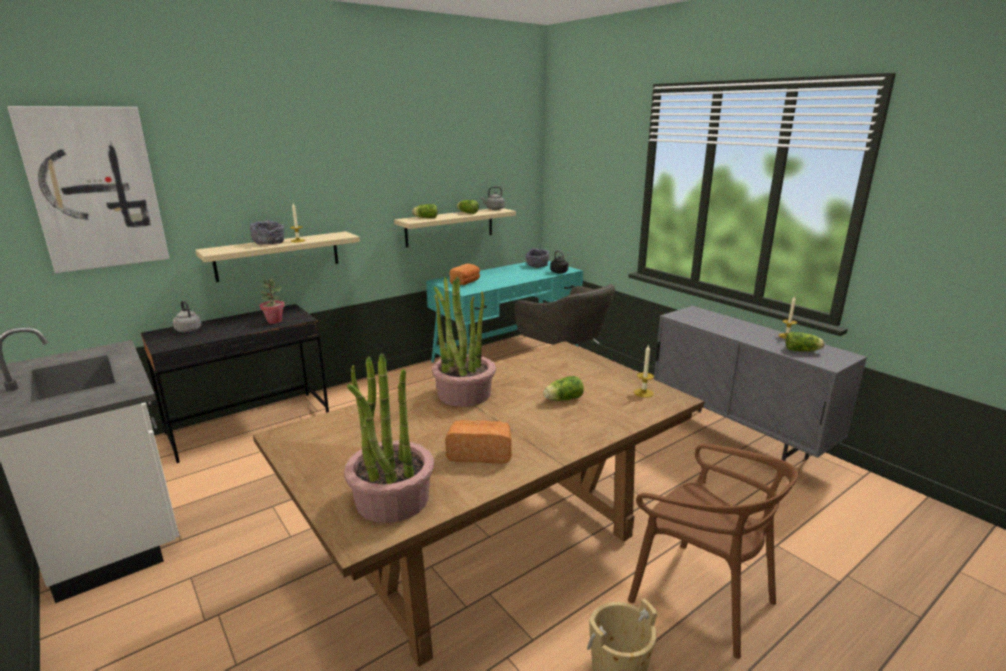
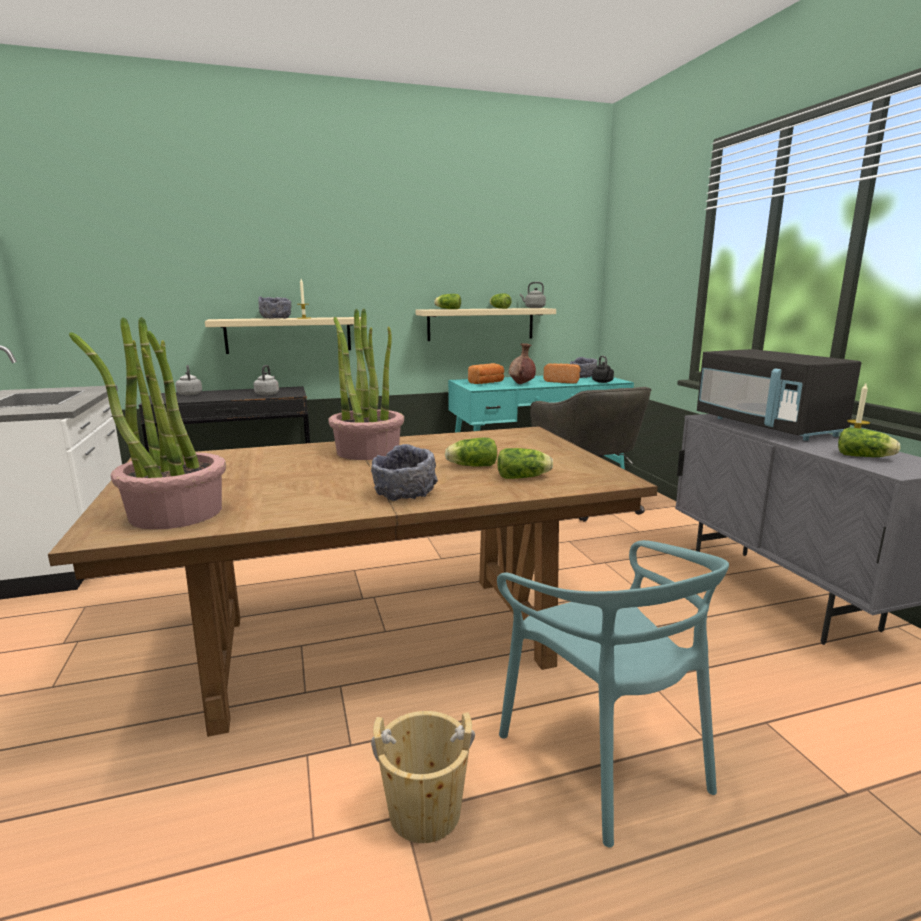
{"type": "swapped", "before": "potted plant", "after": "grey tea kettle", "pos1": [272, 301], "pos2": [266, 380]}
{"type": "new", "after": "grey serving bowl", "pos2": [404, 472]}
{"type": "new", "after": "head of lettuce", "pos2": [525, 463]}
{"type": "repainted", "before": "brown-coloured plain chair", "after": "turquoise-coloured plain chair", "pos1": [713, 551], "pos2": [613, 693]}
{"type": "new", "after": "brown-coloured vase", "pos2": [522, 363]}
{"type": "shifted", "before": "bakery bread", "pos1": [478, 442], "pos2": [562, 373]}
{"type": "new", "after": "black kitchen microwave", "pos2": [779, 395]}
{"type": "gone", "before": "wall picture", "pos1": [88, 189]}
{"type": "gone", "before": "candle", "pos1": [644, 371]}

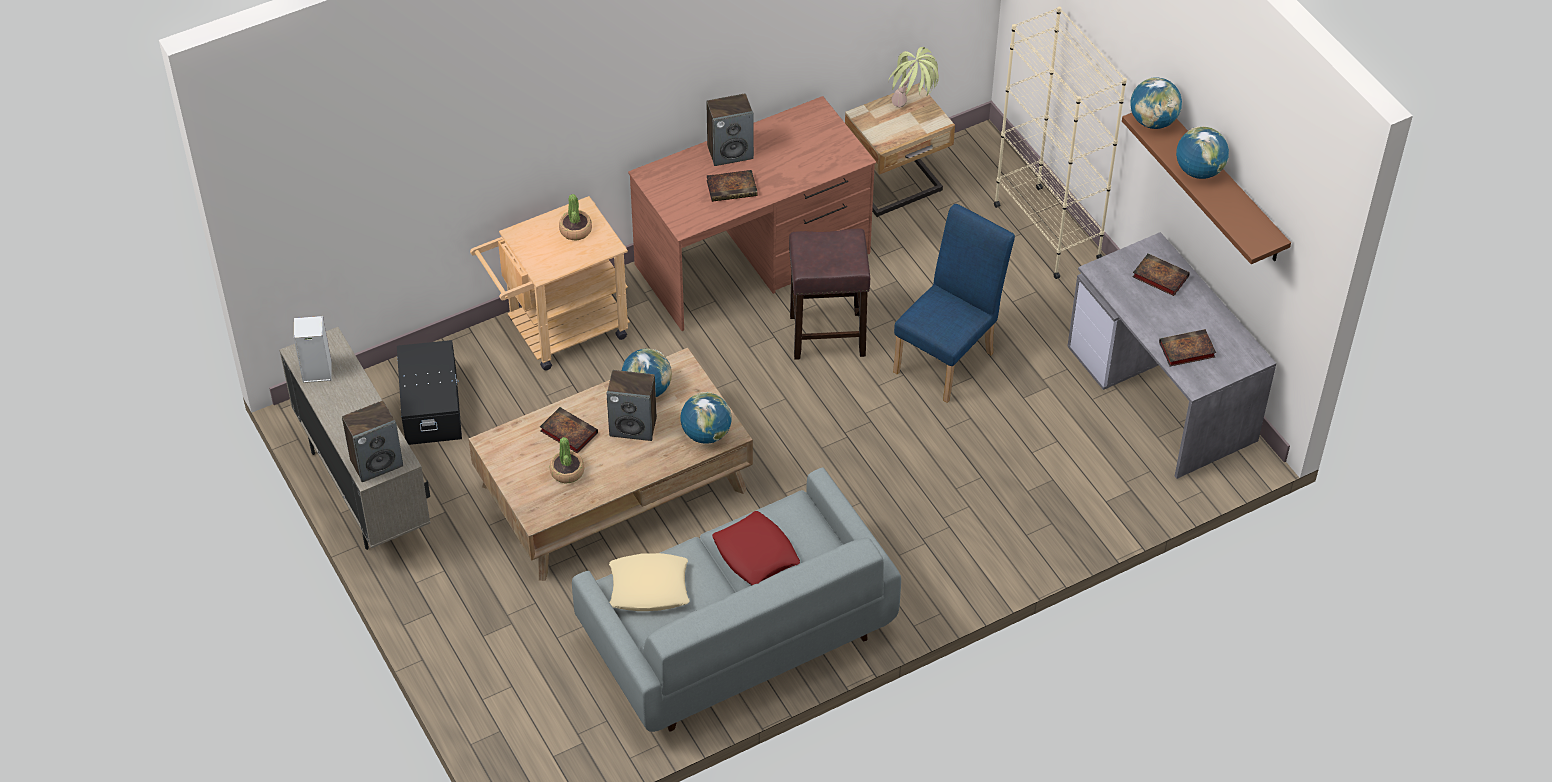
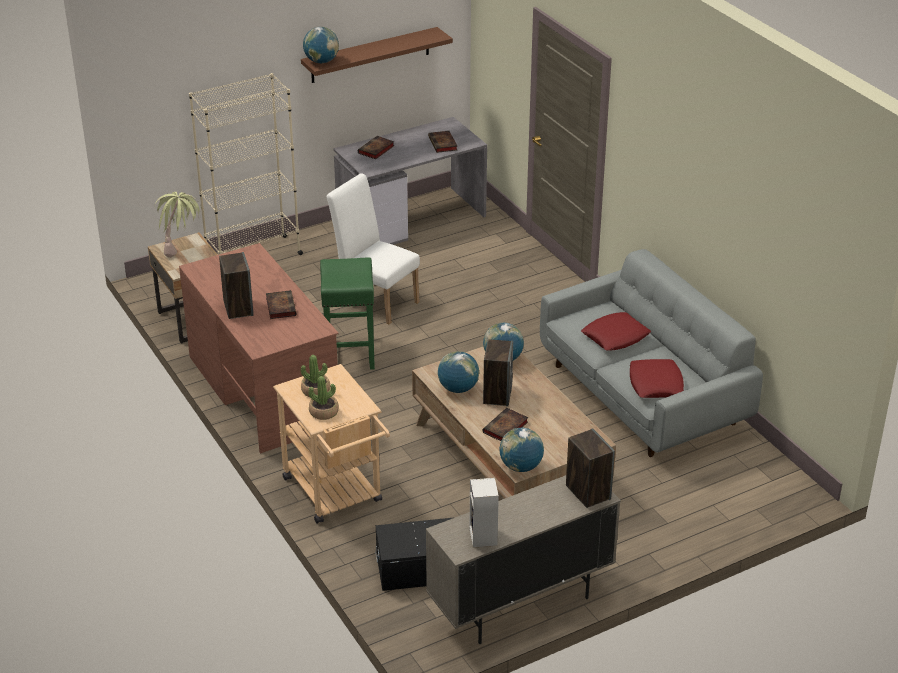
{"type": "shifted", "before": "potted plant", "pos1": [567, 460], "pos2": [323, 398]}
{"type": "repainted", "before": "brown-coloured stool seat", "after": "green stool seat", "pos1": [829, 294], "pos2": [347, 313]}
{"type": "repainted", "before": "blue plain chair", "after": "white-coloured plain chair", "pos1": [954, 303], "pos2": [373, 248]}
{"type": "shifted", "before": "globe", "pos1": [1202, 152], "pos2": [521, 450]}
{"type": "repainted", "before": "beige cushion", "after": "reddish cushion", "pos1": [649, 582], "pos2": [657, 378]}

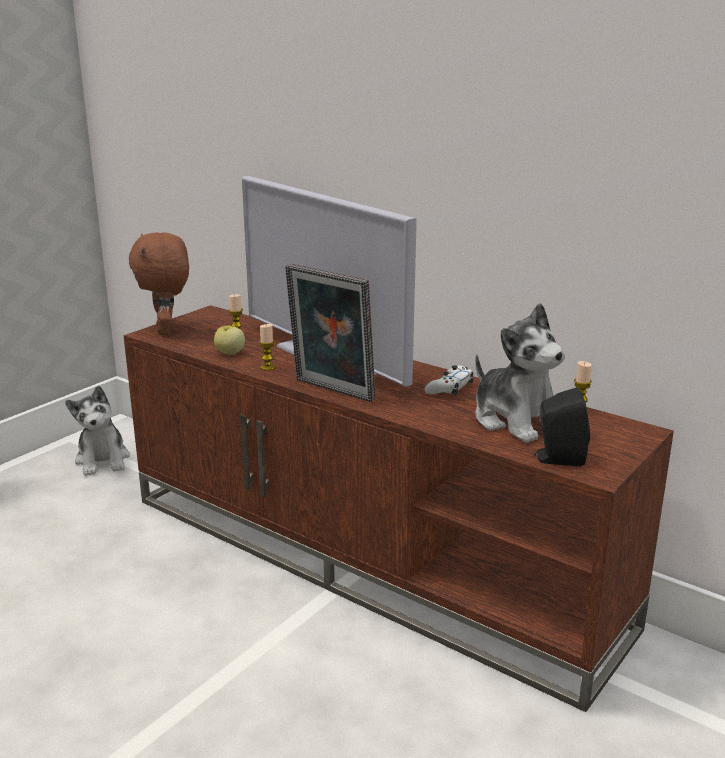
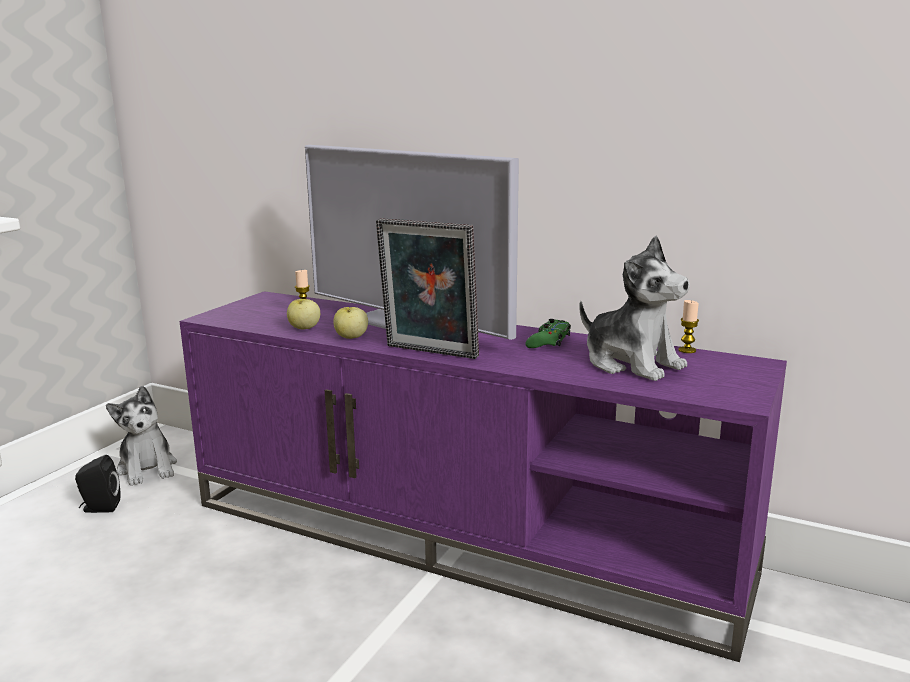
{"type": "shifted", "before": "black speaker", "pos1": [561, 426], "pos2": [98, 484]}
{"type": "repainted", "before": "brown-coloured media console", "after": "purple media console", "pos1": [399, 508], "pos2": [483, 476]}
{"type": "swapped", "before": "candle", "after": "apple", "pos1": [267, 347], "pos2": [350, 323]}
{"type": "repainted", "before": "white-coloured gamepad", "after": "green gamepad", "pos1": [449, 380], "pos2": [548, 333]}
{"type": "gone", "before": "brown-coloured cuddly toy", "pos1": [159, 283]}

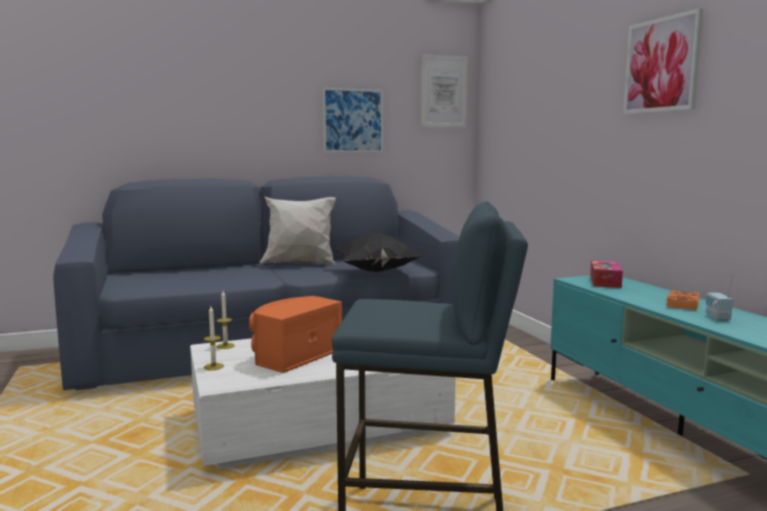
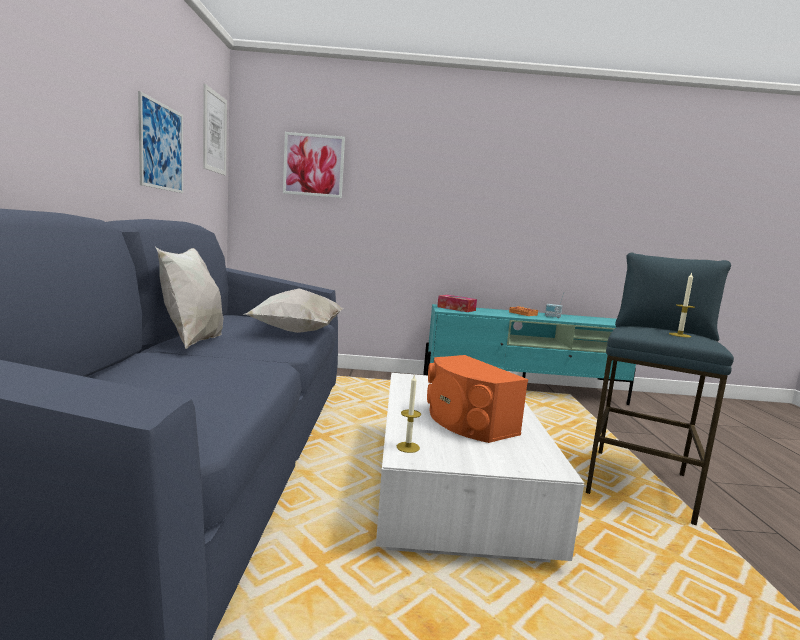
{"type": "repainted", "before": "black cushion", "after": "white-coloured cushion", "pos1": [377, 252], "pos2": [294, 311]}
{"type": "shifted", "before": "wall picture", "pos1": [663, 61], "pos2": [314, 165]}
{"type": "shifted", "before": "candle", "pos1": [214, 338], "pos2": [682, 305]}

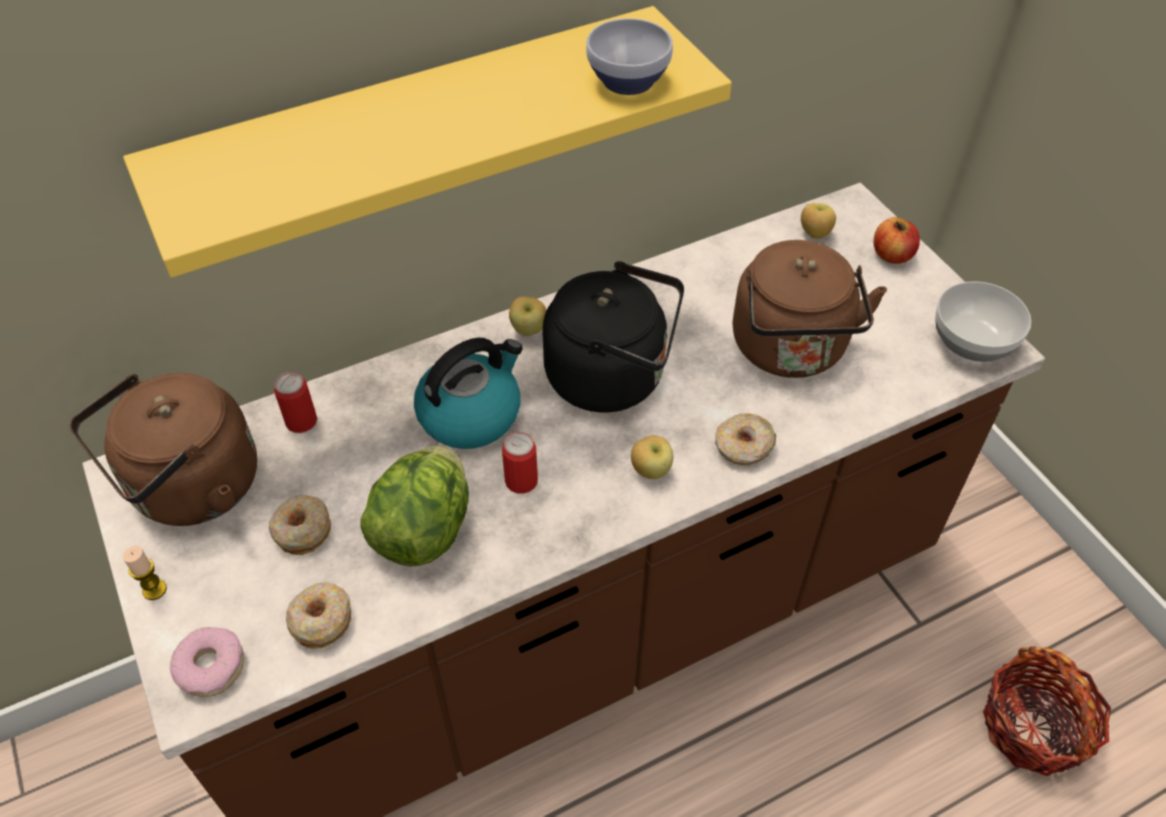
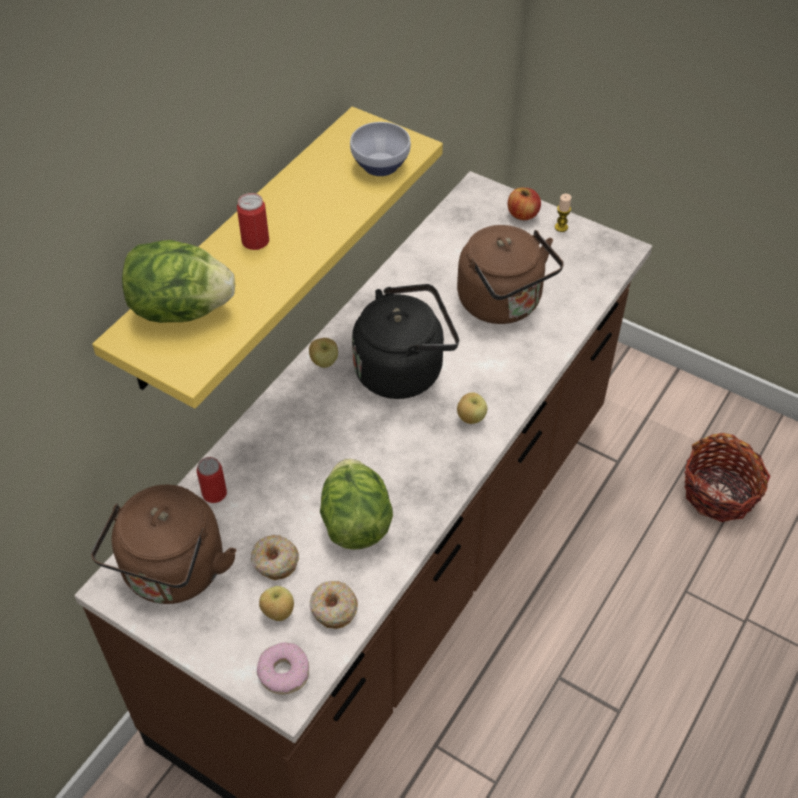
{"type": "new", "after": "head of lettuce", "pos2": [178, 281]}
{"type": "shifted", "before": "metal can", "pos1": [520, 462], "pos2": [253, 221]}
{"type": "shifted", "before": "apple", "pos1": [818, 221], "pos2": [276, 603]}
{"type": "shifted", "before": "candle", "pos1": [145, 573], "pos2": [563, 213]}
{"type": "gone", "before": "tea kettle", "pos1": [468, 393]}
{"type": "gone", "before": "donut", "pos1": [745, 439]}
{"type": "gone", "before": "serving bowl", "pos1": [983, 321]}

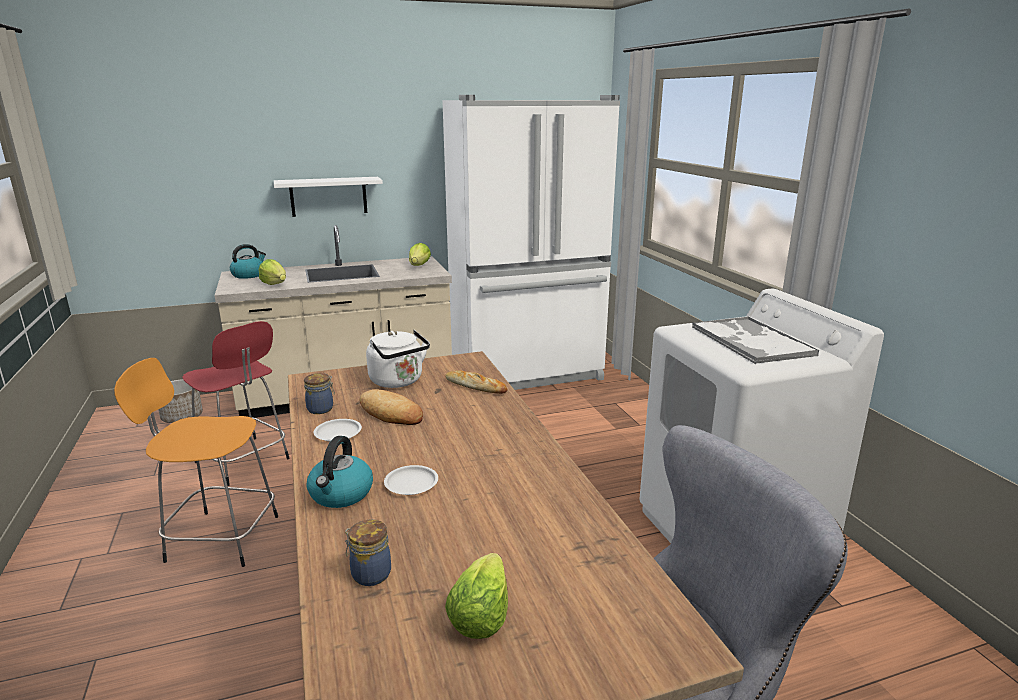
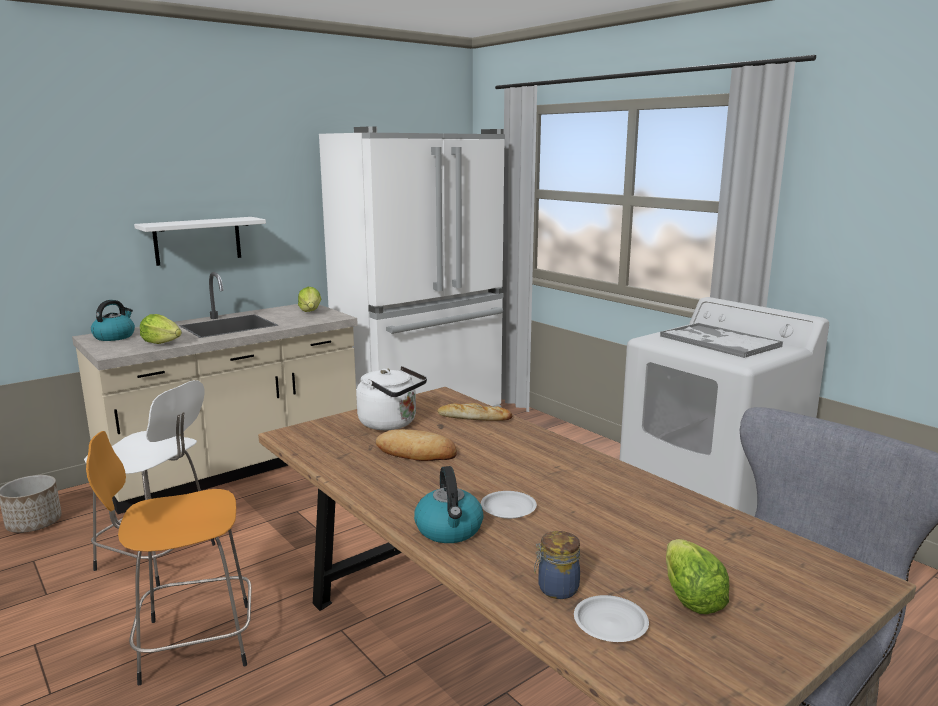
{"type": "repainted", "before": "reddish stool seat", "after": "white-coloured stool seat", "pos1": [236, 403], "pos2": [149, 483]}
{"type": "shifted", "before": "white-coloured flat dish", "pos1": [338, 430], "pos2": [611, 618]}
{"type": "gone", "before": "jar", "pos1": [319, 393]}

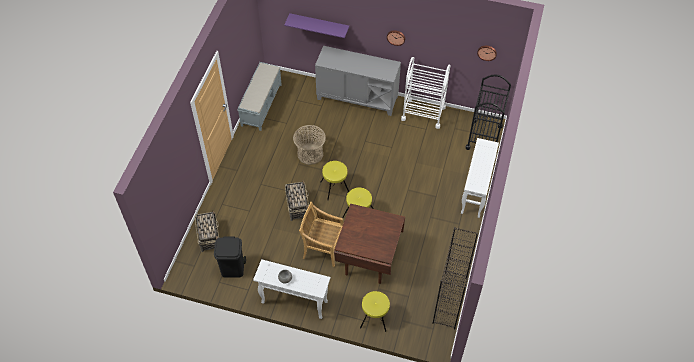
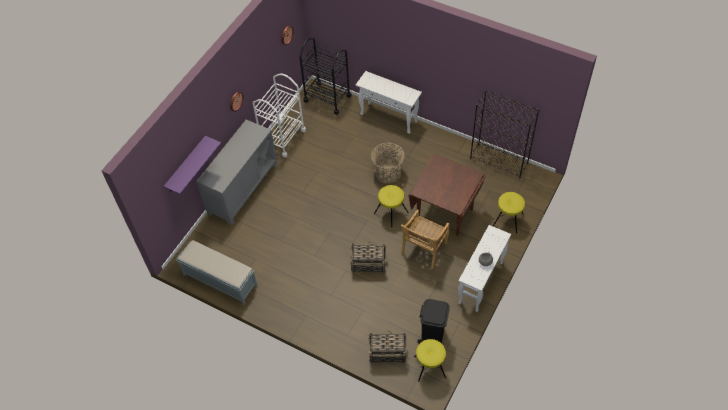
{"type": "shifted", "before": "storage basket", "pos1": [309, 145], "pos2": [388, 163]}
{"type": "shifted", "before": "yellow stool seat", "pos1": [335, 180], "pos2": [430, 360]}

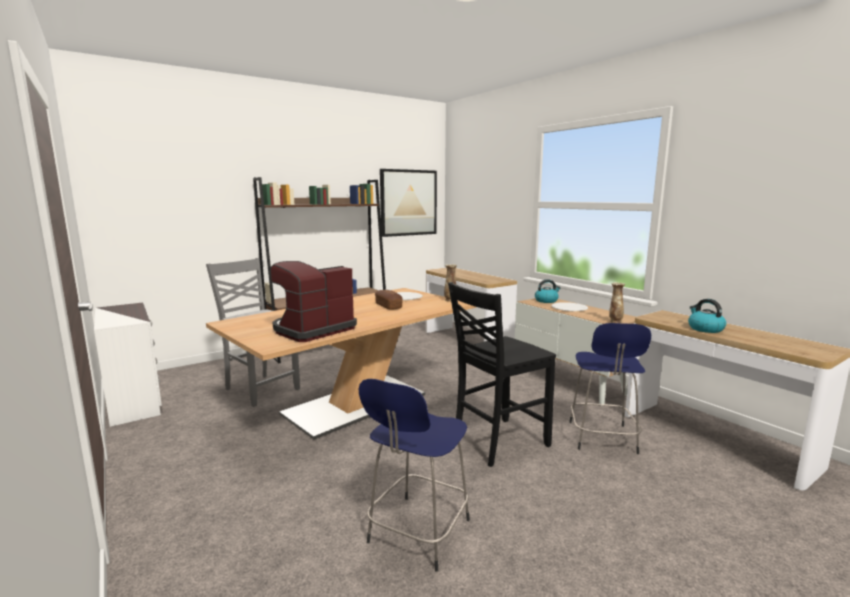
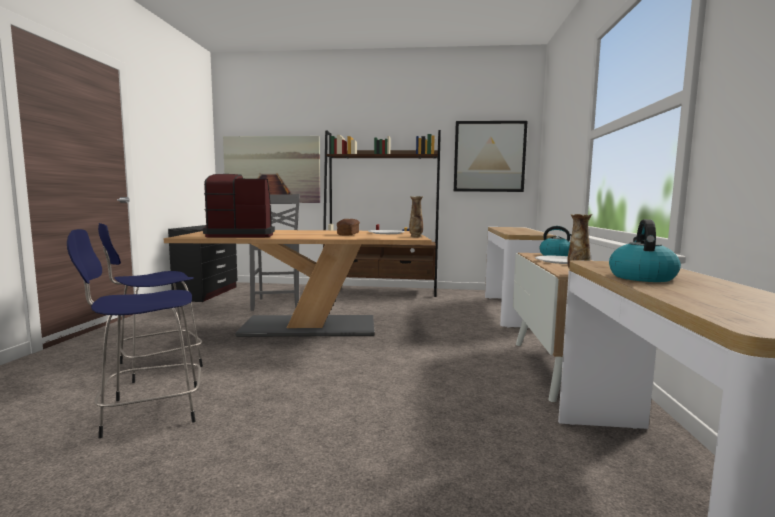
{"type": "shifted", "before": "blue stool seat", "pos1": [610, 388], "pos2": [150, 303]}
{"type": "repainted", "before": "white-coloured chest of drawers", "after": "black chest of drawers", "pos1": [128, 365], "pos2": [202, 263]}
{"type": "new", "after": "wall picture", "pos2": [271, 169]}
{"type": "gone", "before": "black plain chair", "pos1": [502, 374]}

